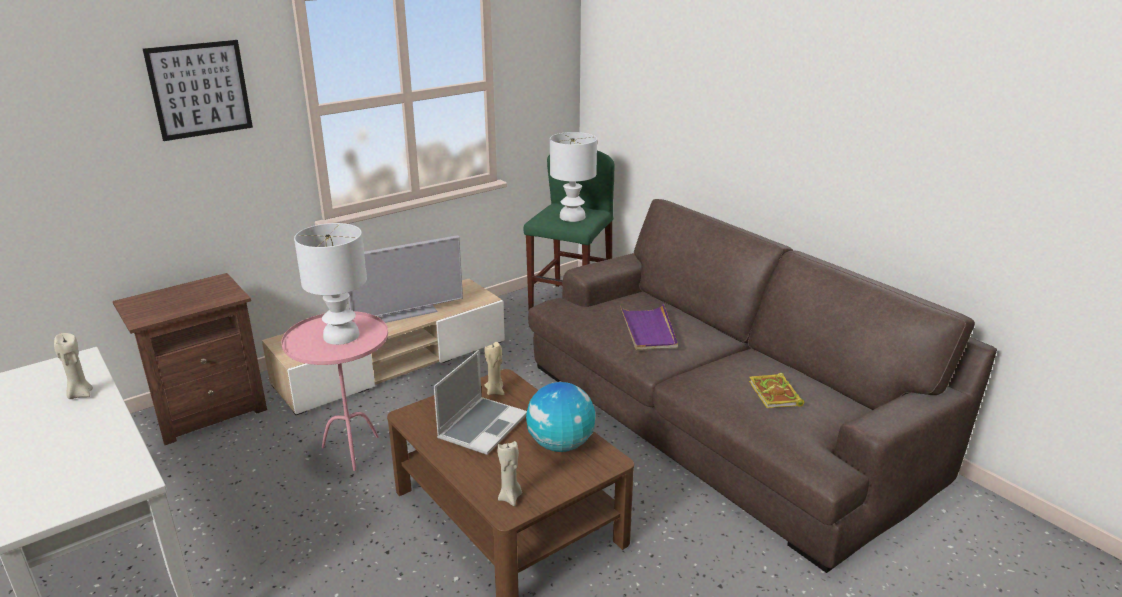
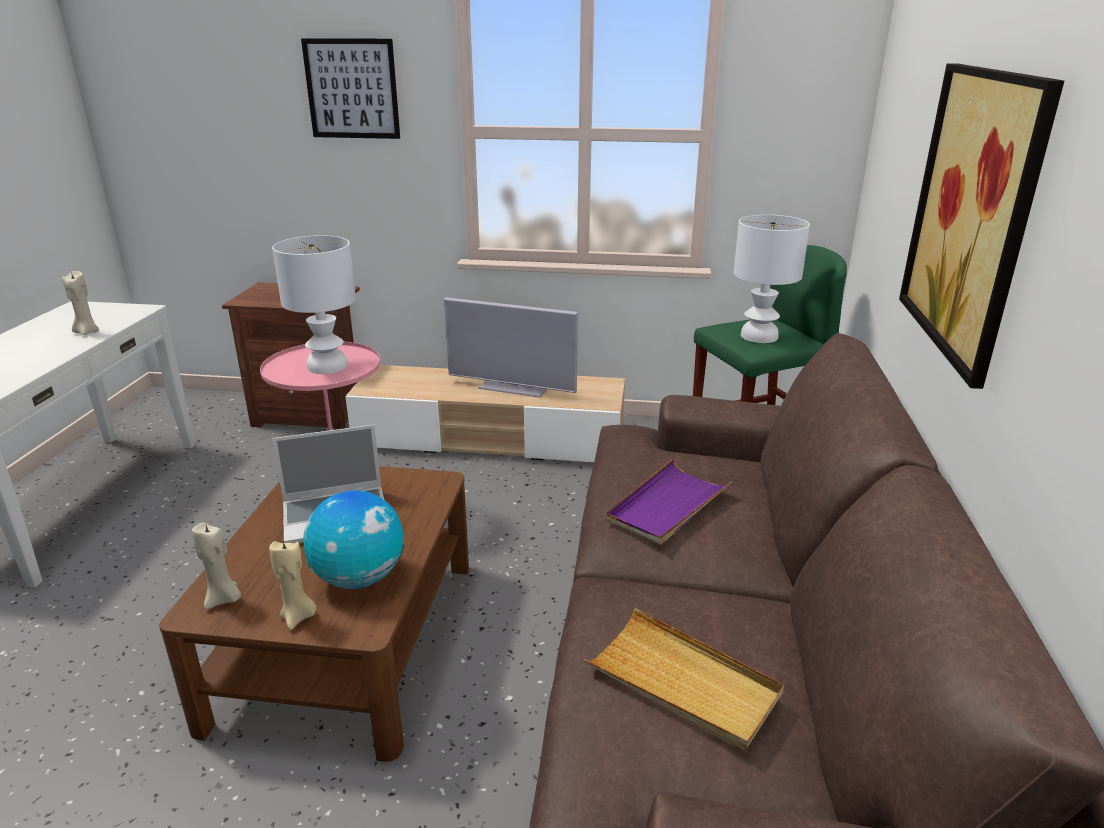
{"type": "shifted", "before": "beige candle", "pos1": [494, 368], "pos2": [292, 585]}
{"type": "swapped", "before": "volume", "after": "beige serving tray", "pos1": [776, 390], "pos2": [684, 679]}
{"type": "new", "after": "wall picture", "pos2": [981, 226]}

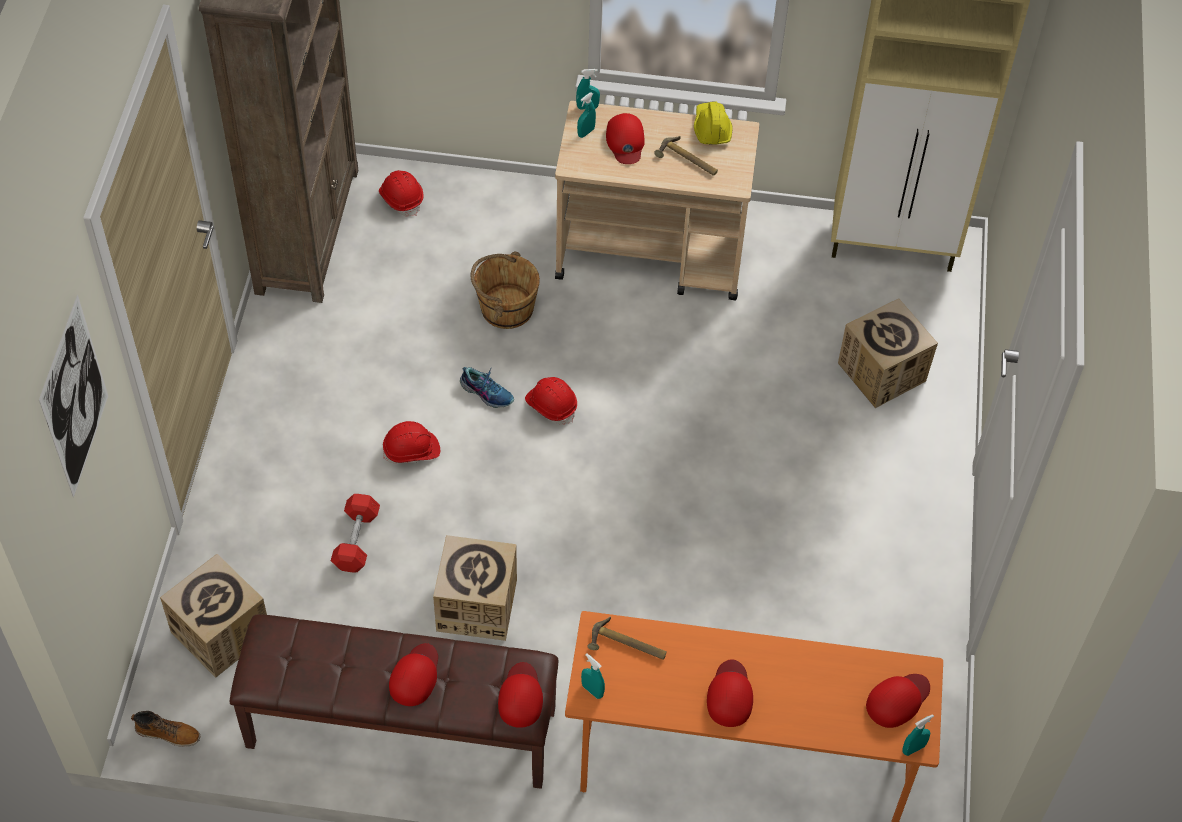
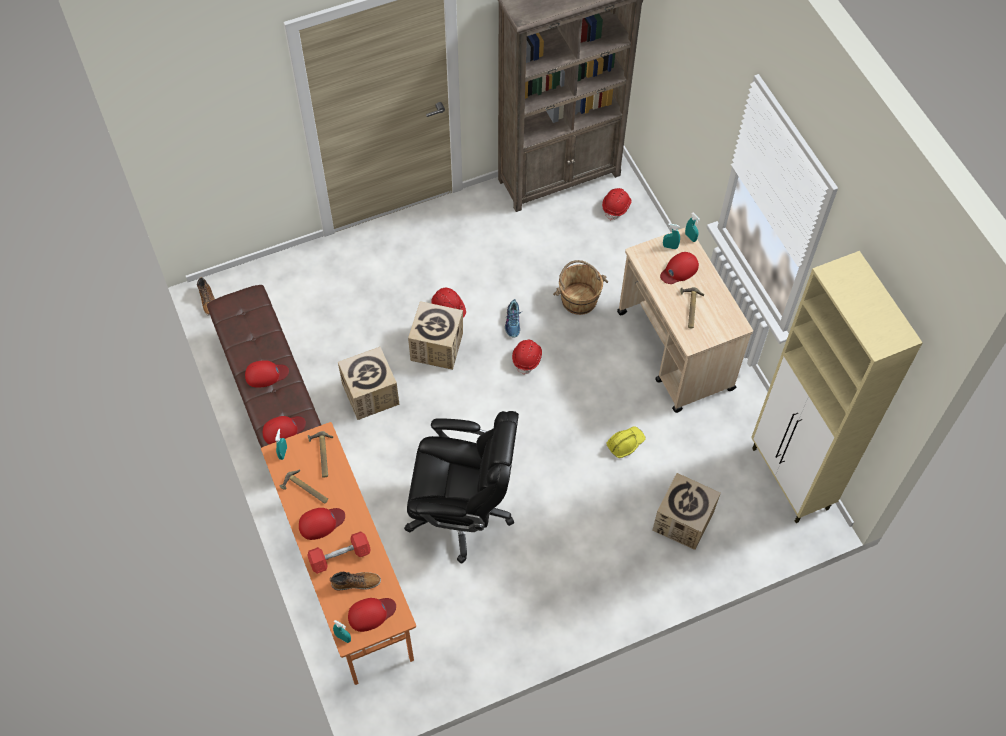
{"type": "new", "after": "hand hammer", "pos2": [303, 486]}
{"type": "shifted", "before": "reddish hand weight", "pos1": [355, 533], "pos2": [339, 552]}
{"type": "new", "after": "boot", "pos2": [355, 581]}
{"type": "rotated", "before": "reddish baseball cap", "pos1": [898, 701], "pos2": [372, 615], "turn": -45}
{"type": "new", "after": "black office chair", "pos2": [461, 487]}
{"type": "shifted", "before": "cardboard box", "pos1": [213, 615], "pos2": [435, 335]}
{"type": "shifted", "before": "yellow safety helmet", "pos1": [713, 123], "pos2": [626, 442]}
{"type": "gone", "before": "wall picture", "pos1": [73, 396]}

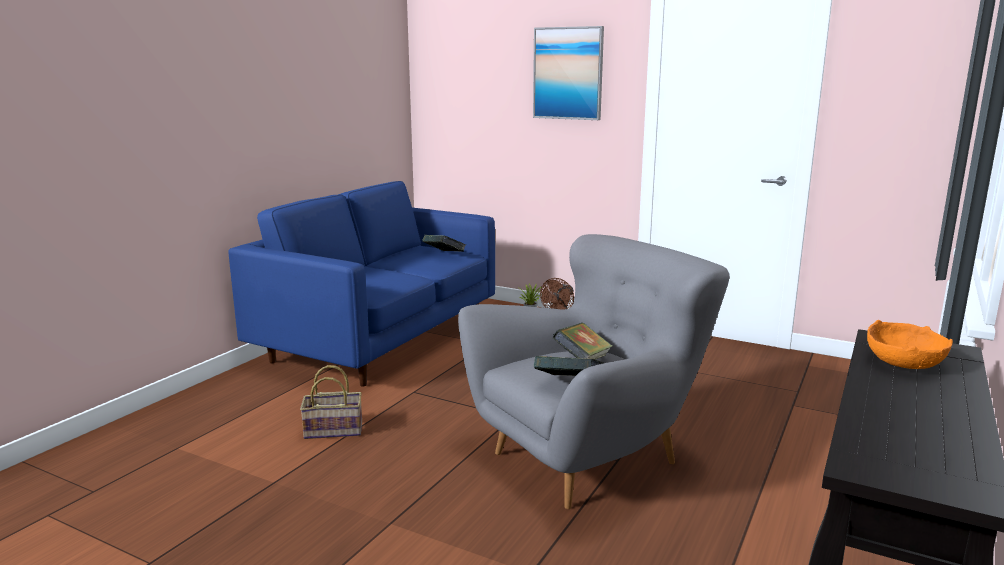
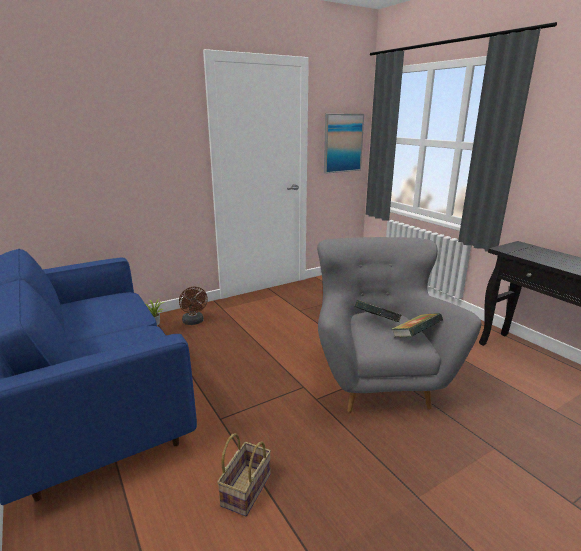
{"type": "shifted", "before": "wall picture", "pos1": [568, 73], "pos2": [344, 144]}
{"type": "gone", "before": "volume", "pos1": [444, 243]}
{"type": "gone", "before": "orange serving bowl", "pos1": [910, 344]}

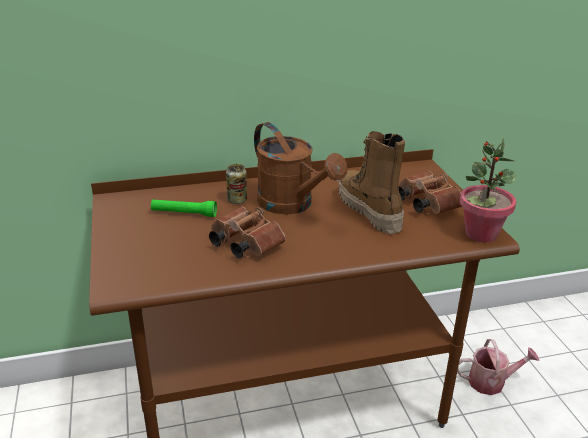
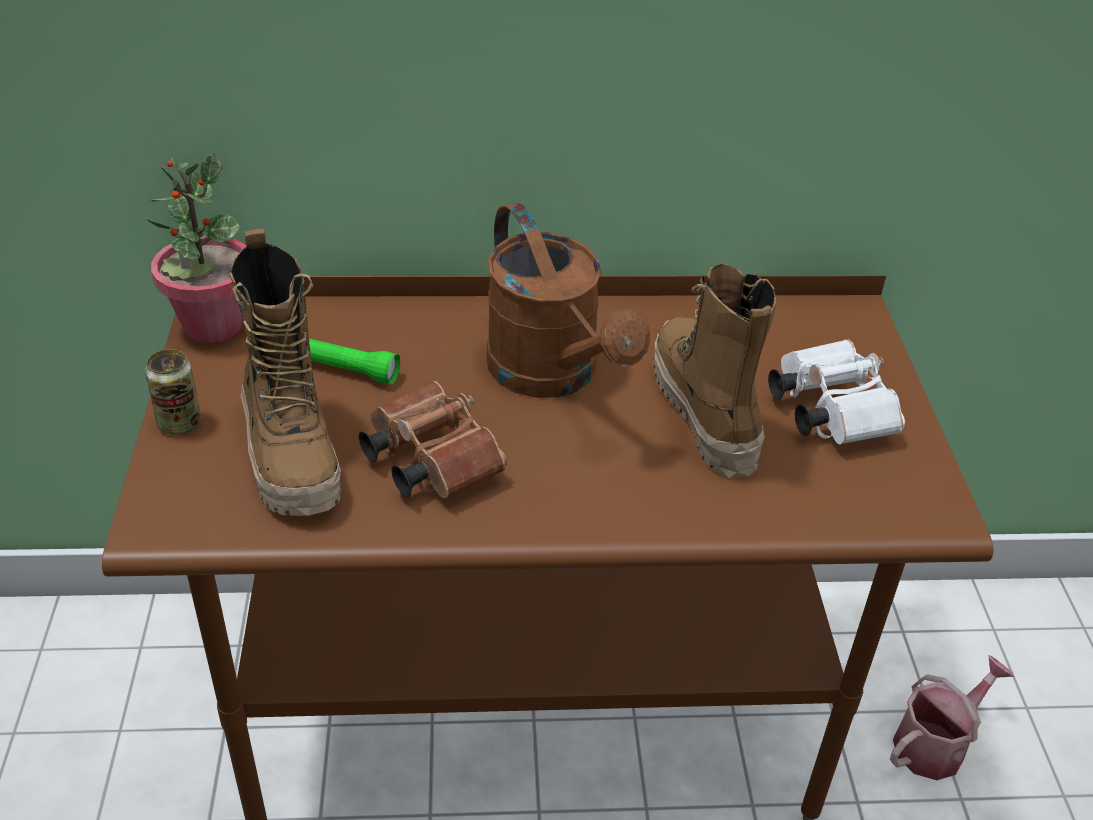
{"type": "shifted", "before": "potted plant", "pos1": [488, 190], "pos2": [195, 248]}
{"type": "shifted", "before": "metal can", "pos1": [236, 184], "pos2": [173, 391]}
{"type": "new", "after": "boot", "pos2": [285, 372]}
{"type": "repainted", "before": "brown-coloured binoculars", "after": "white-coloured binoculars", "pos1": [430, 192], "pos2": [836, 392]}
{"type": "rotated", "before": "sprinkling can", "pos1": [498, 367], "pos2": [952, 717], "turn": -45}

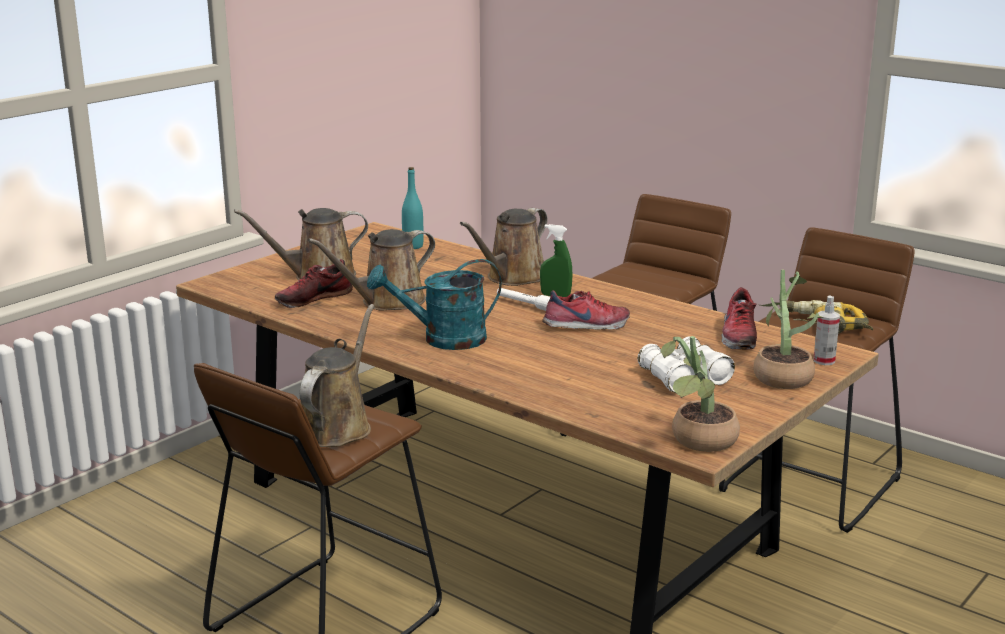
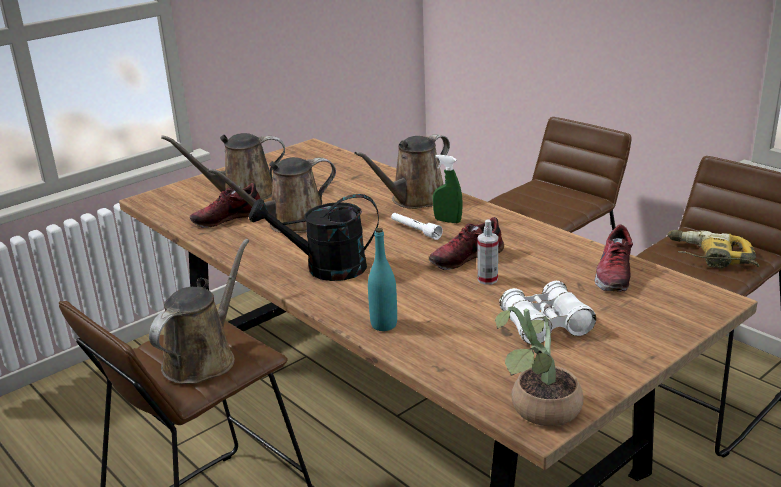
{"type": "repainted", "before": "turquoise-coloured sprinkling can", "after": "black sprinkling can", "pos1": [434, 304], "pos2": [314, 237]}
{"type": "shifted", "before": "turquoise-coloured bottle", "pos1": [412, 208], "pos2": [382, 279]}
{"type": "rotated", "before": "item of footwear", "pos1": [586, 310], "pos2": [466, 243], "turn": 150}
{"type": "shifted", "before": "sprayer", "pos1": [826, 330], "pos2": [487, 252]}
{"type": "gone", "before": "potted plant", "pos1": [788, 329]}

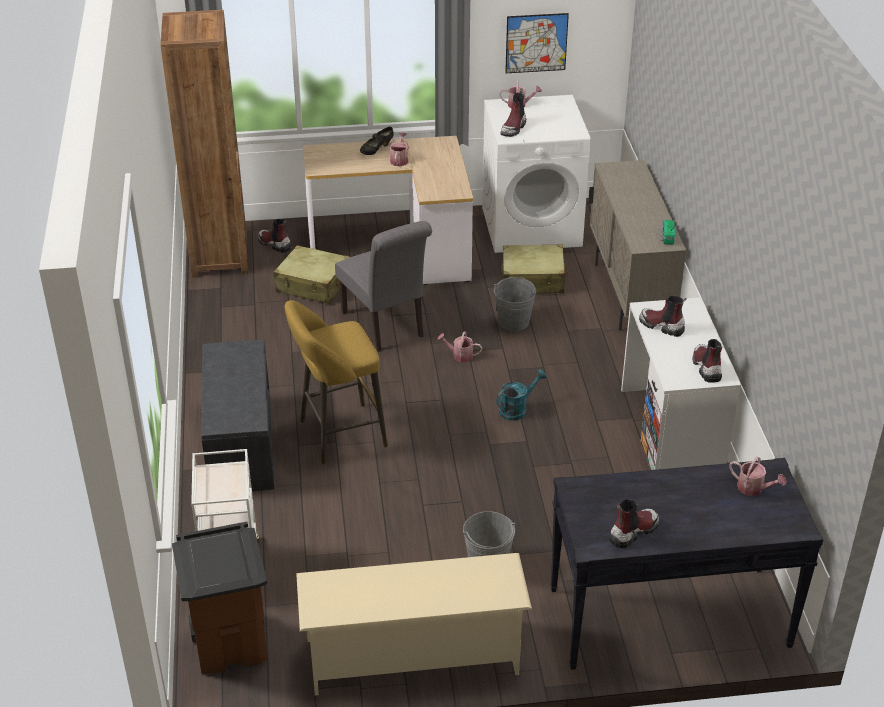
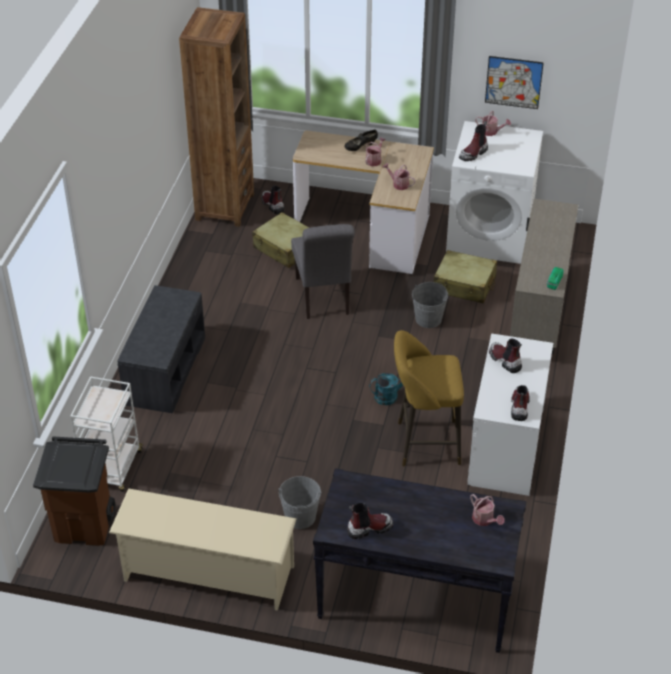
{"type": "shifted", "before": "sprinkling can", "pos1": [459, 346], "pos2": [399, 176]}
{"type": "shifted", "before": "yellow stool seat", "pos1": [336, 382], "pos2": [429, 398]}

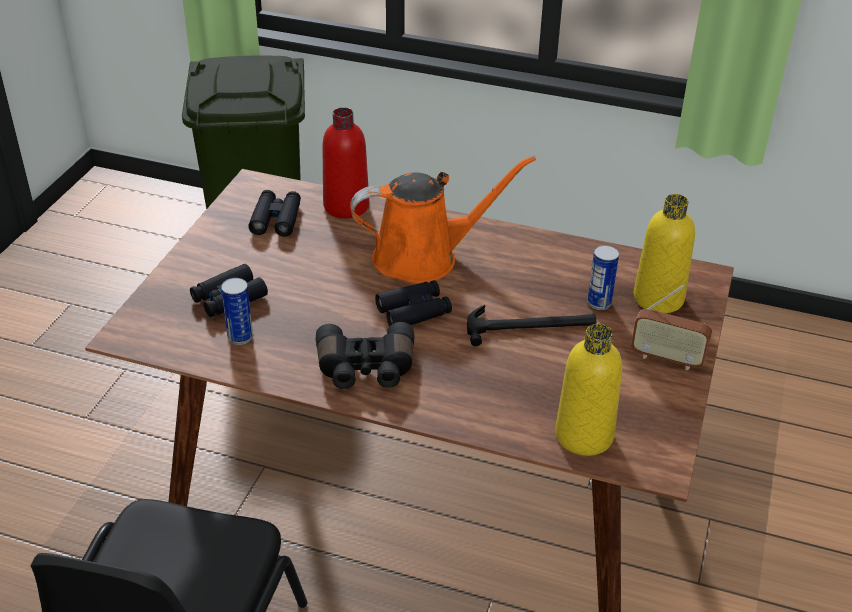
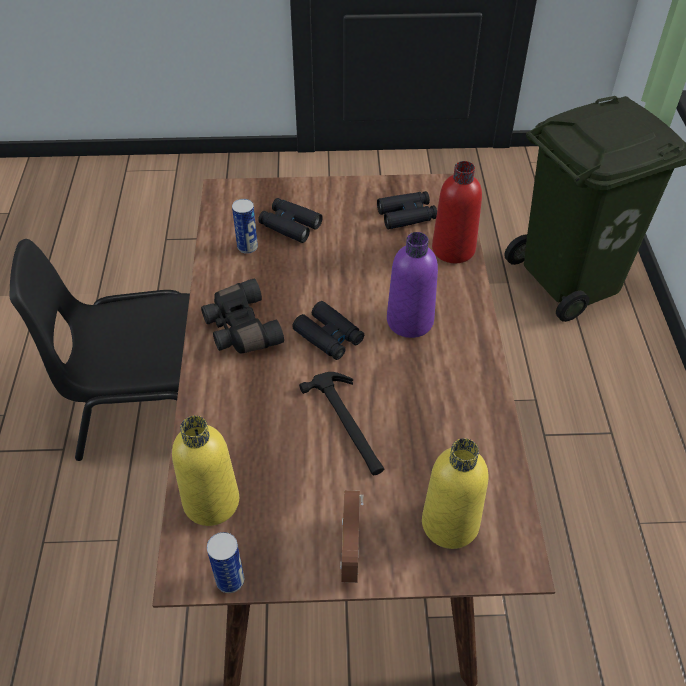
{"type": "shifted", "before": "metal can", "pos1": [603, 277], "pos2": [225, 562]}
{"type": "swapped", "before": "orange sprinkling can", "after": "purple bottle", "pos1": [443, 219], "pos2": [412, 285]}

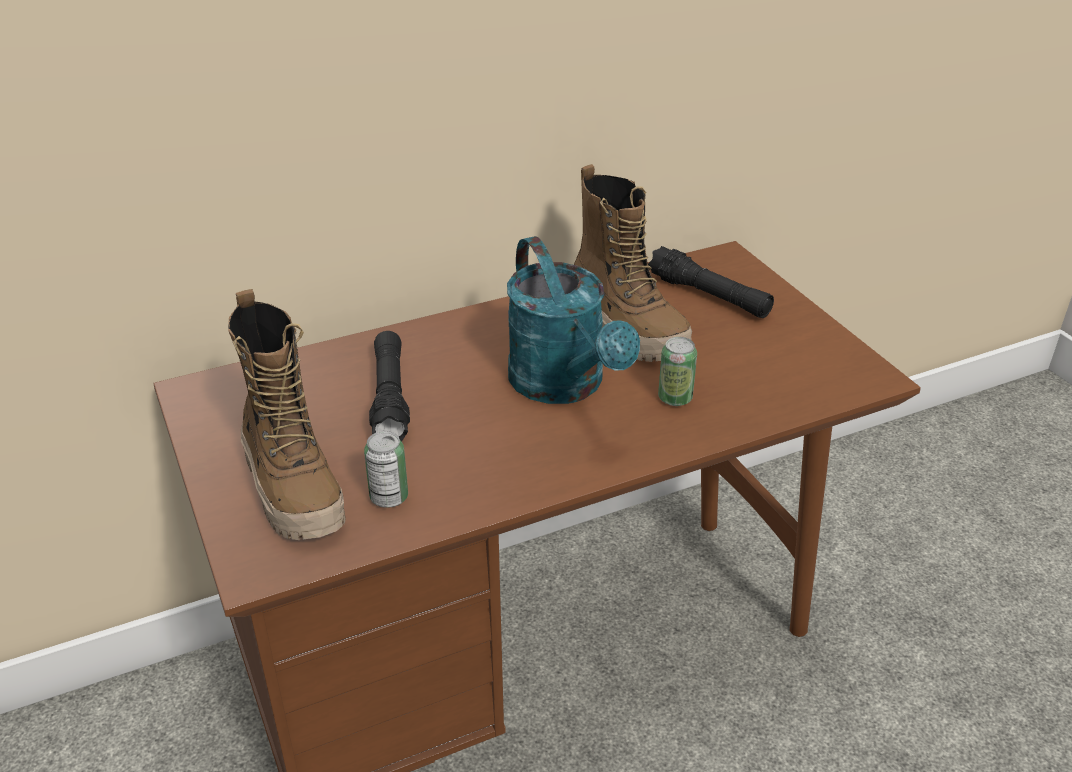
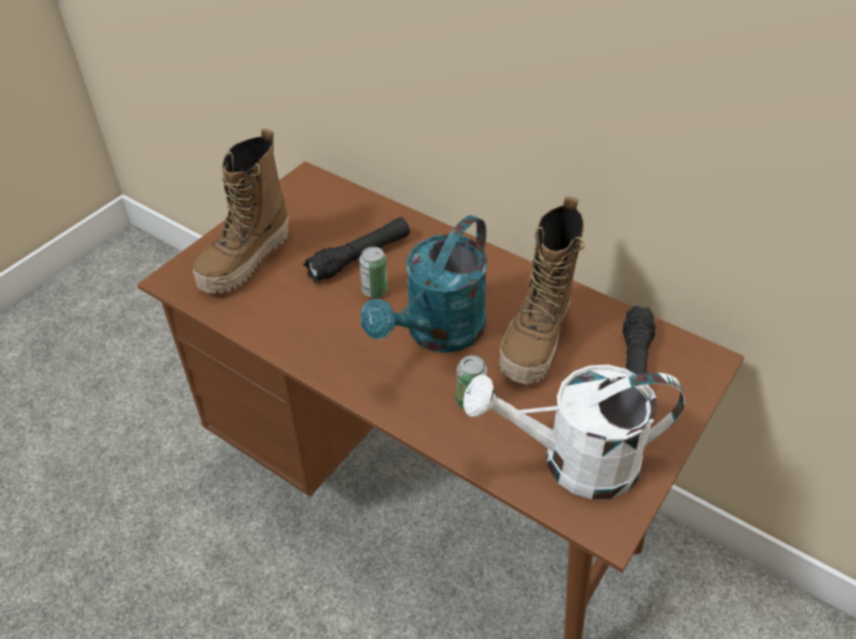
{"type": "shifted", "before": "metal can", "pos1": [386, 469], "pos2": [373, 272]}
{"type": "new", "after": "white-coloured sprinkling can", "pos2": [574, 432]}

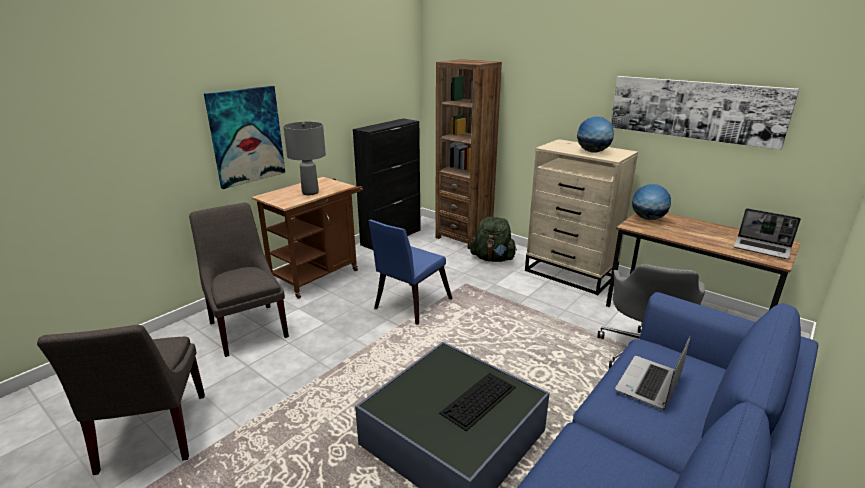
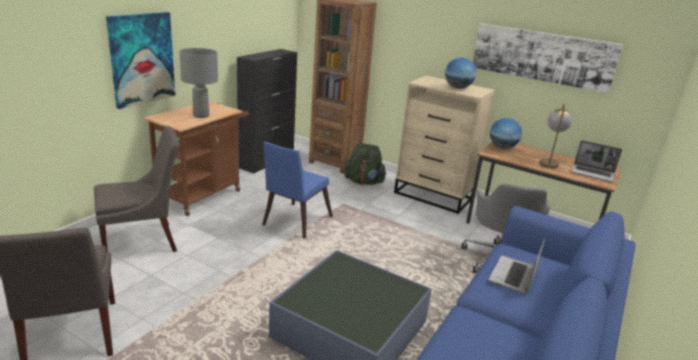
{"type": "rotated", "before": "grey plain chair", "pos1": [239, 280], "pos2": [137, 189], "turn": 105}
{"type": "new", "after": "table lamp", "pos2": [555, 136]}
{"type": "gone", "before": "keyboard", "pos1": [477, 402]}

